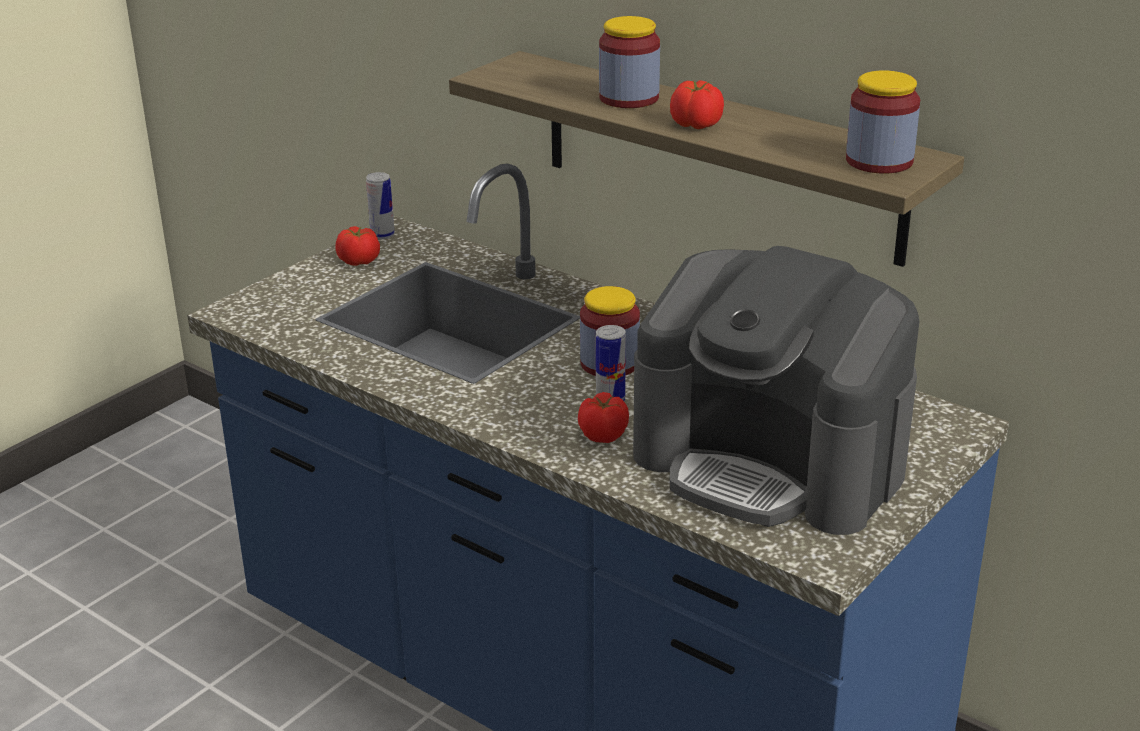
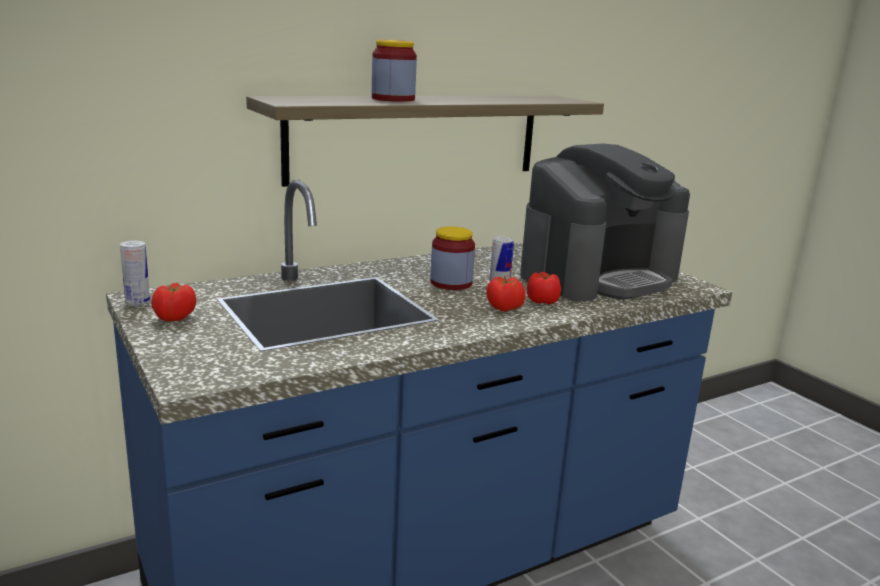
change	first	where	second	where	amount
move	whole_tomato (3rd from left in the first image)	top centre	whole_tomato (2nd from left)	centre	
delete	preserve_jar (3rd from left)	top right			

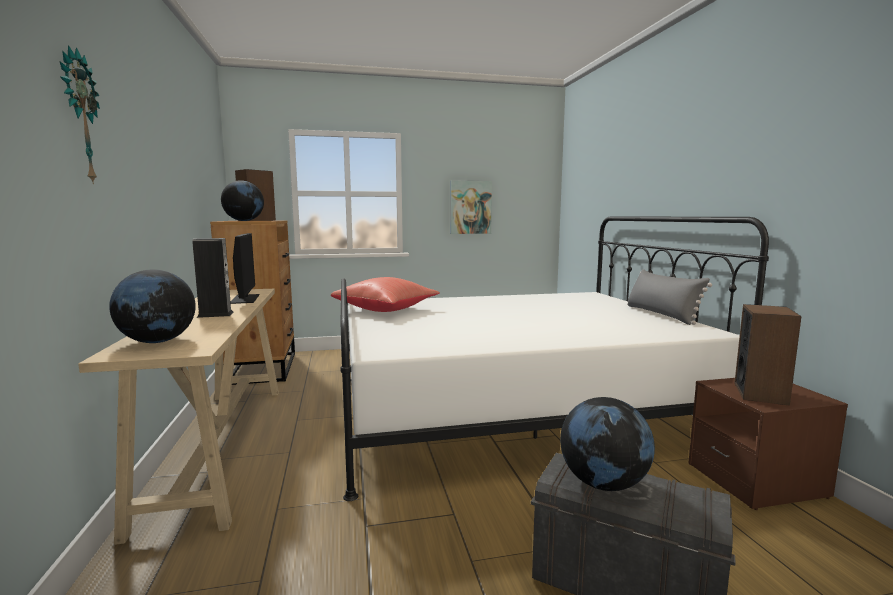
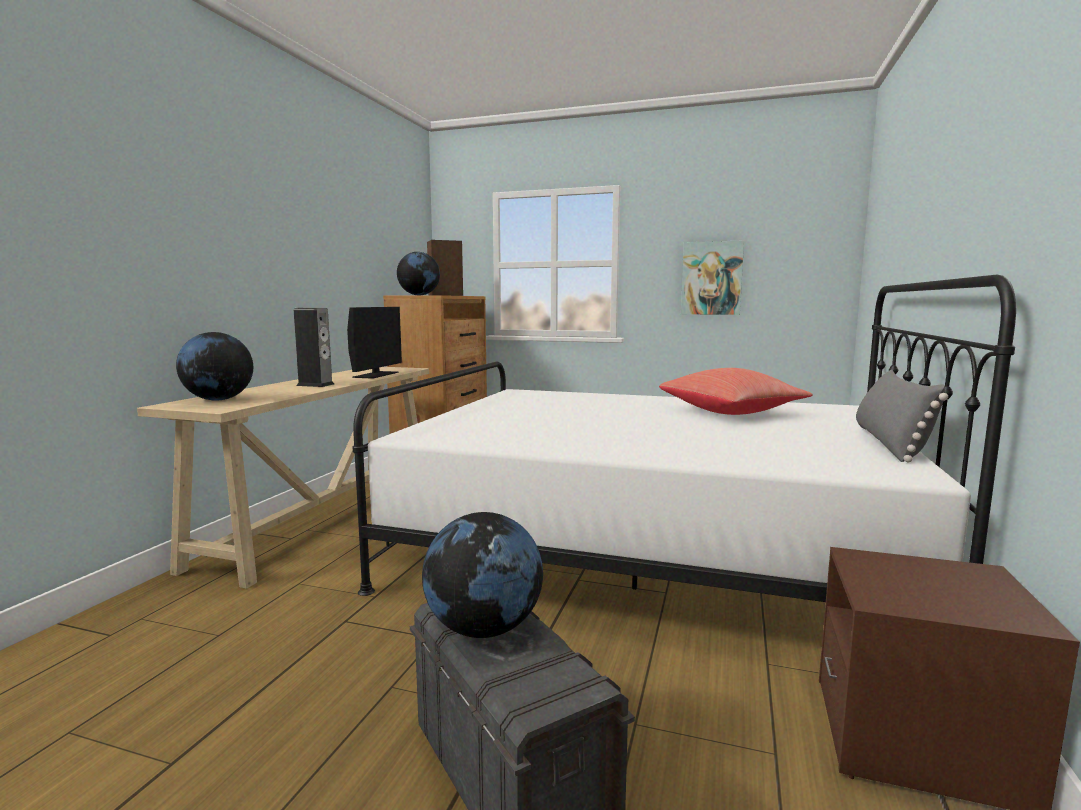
change	first	where	second	where	amount
delete	hanging_clock	top left			
move	red_throw_pillow	centre		middle right	
delete	loudspeaker (3rd from left)	middle right			

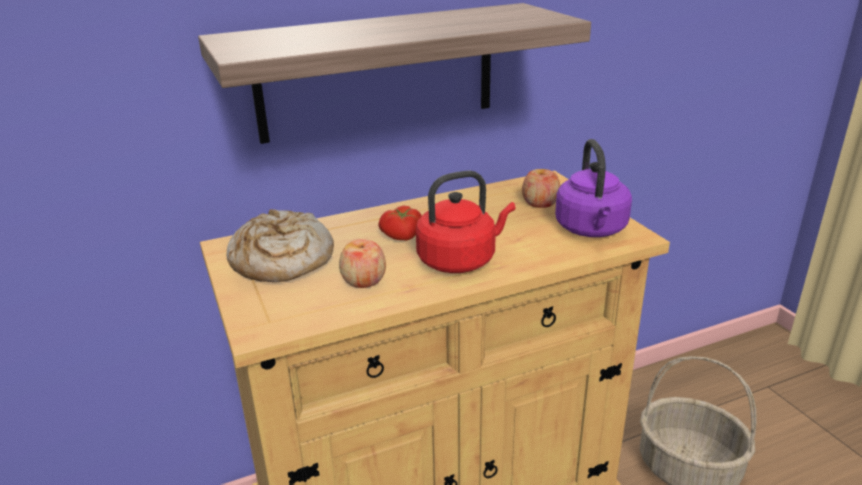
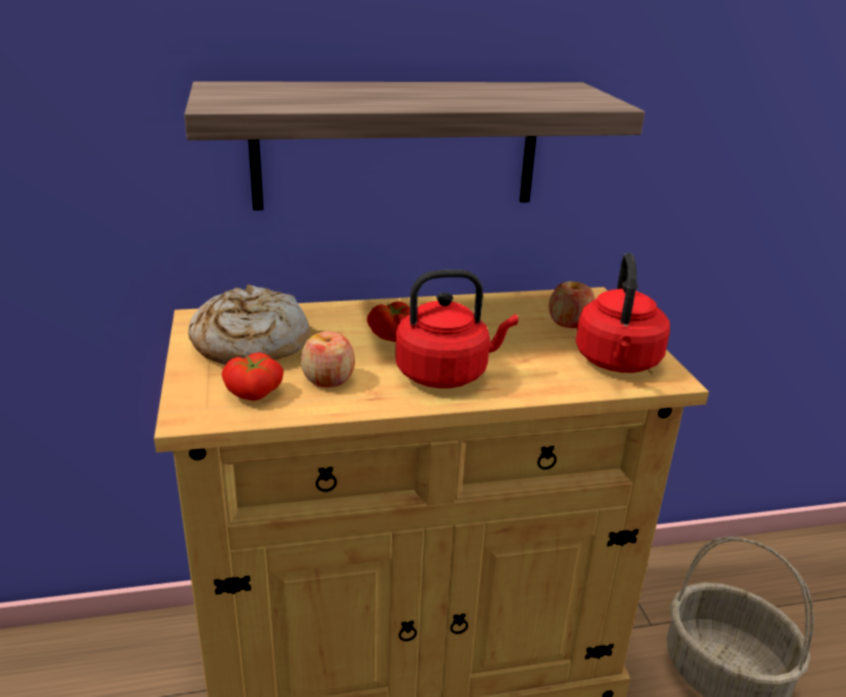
change	first	where	second	where	amount
recolor	purple-coloured_tea_kettle	middle right	red_tea_kettle (2nd from left)	middle right	
insert			whole_tomato (1st from left)	middle left	

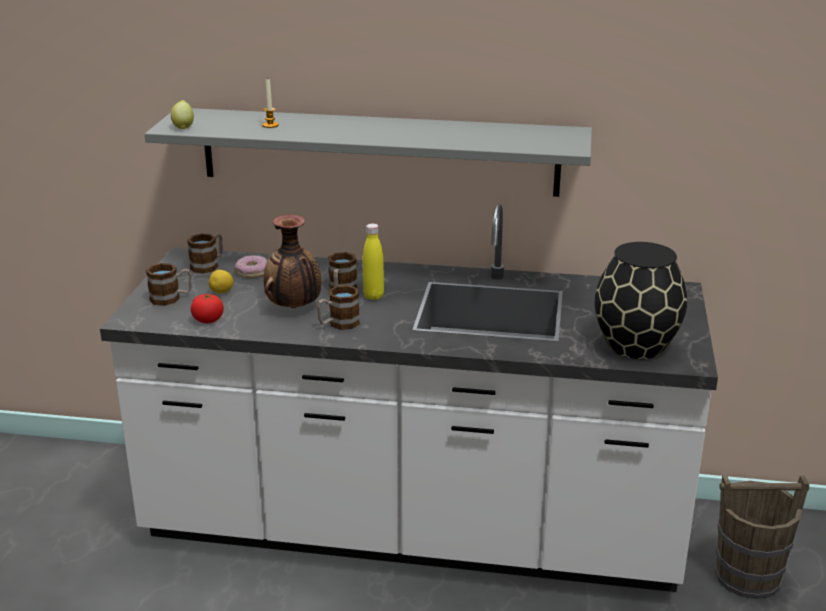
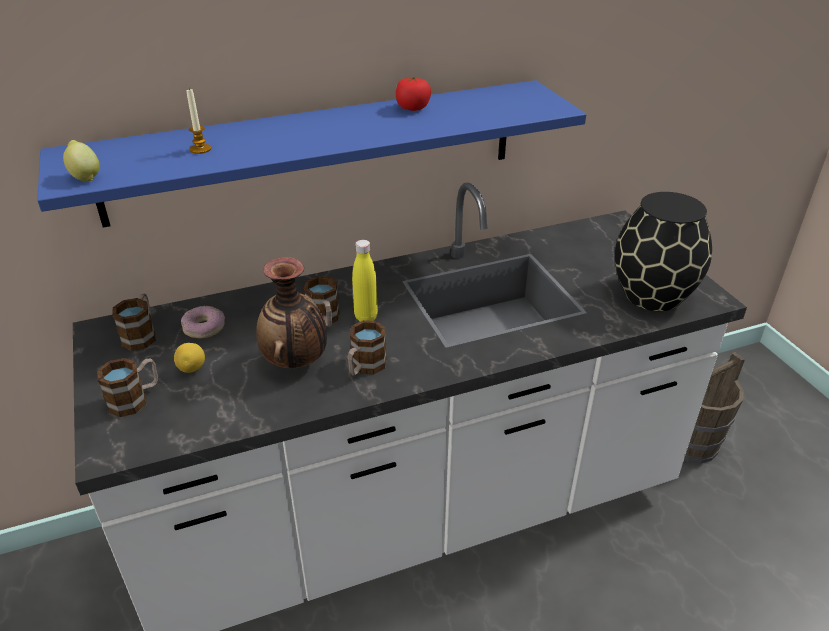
change	first	where	second	where	amount
recolor	grey_wall_shelf	top centre	blue_wall_shelf	top centre	
move	whole_tomato	middle left		top centre	

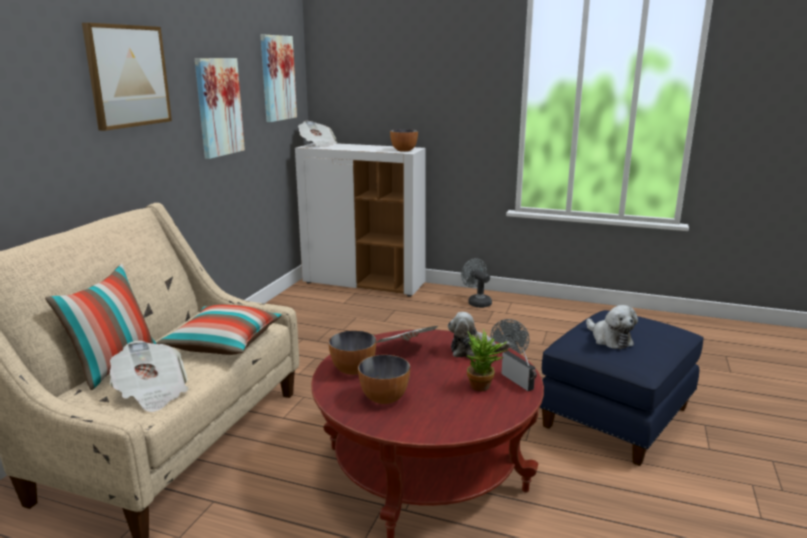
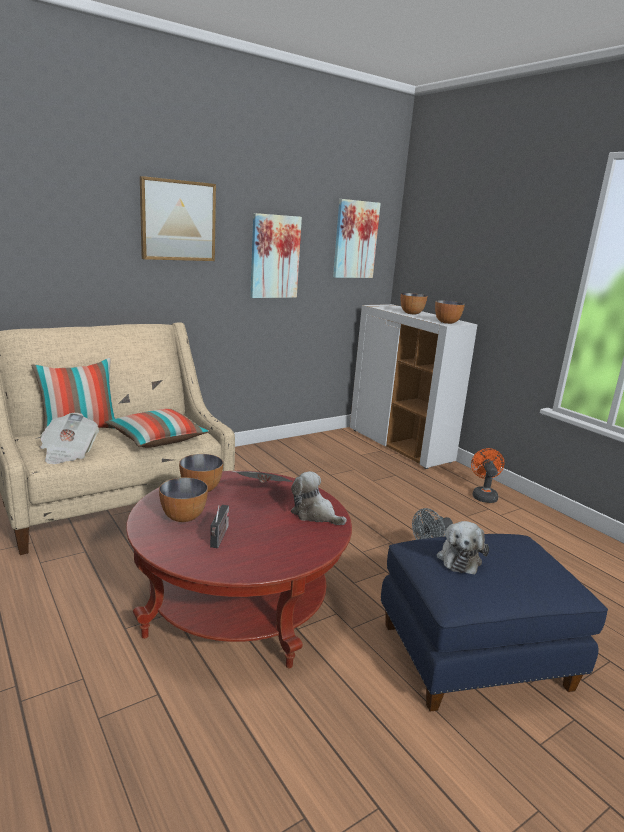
change	first	where	second	where	amount
delete	newspaper (2nd from left)	top centre			
recolor	grey_cooling_fan (1st from left)	centre	orangey_cooling_fan	middle right	
delete	potted_plant	bottom centre			
move	radio	bottom centre		centre	
insert			bowl (3rd from left)	centre	

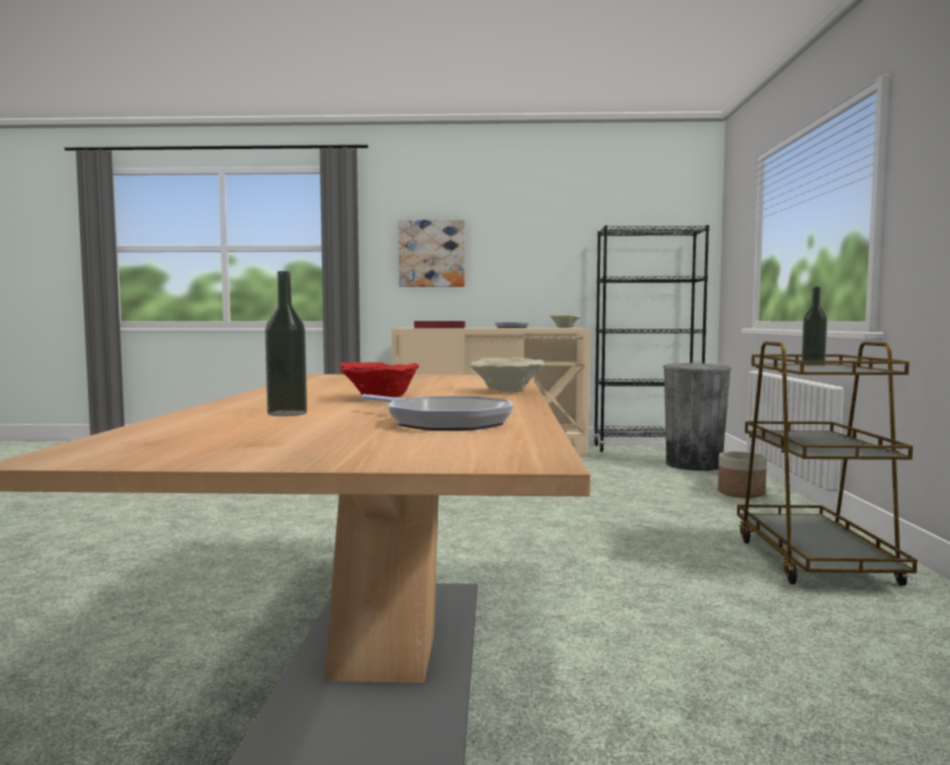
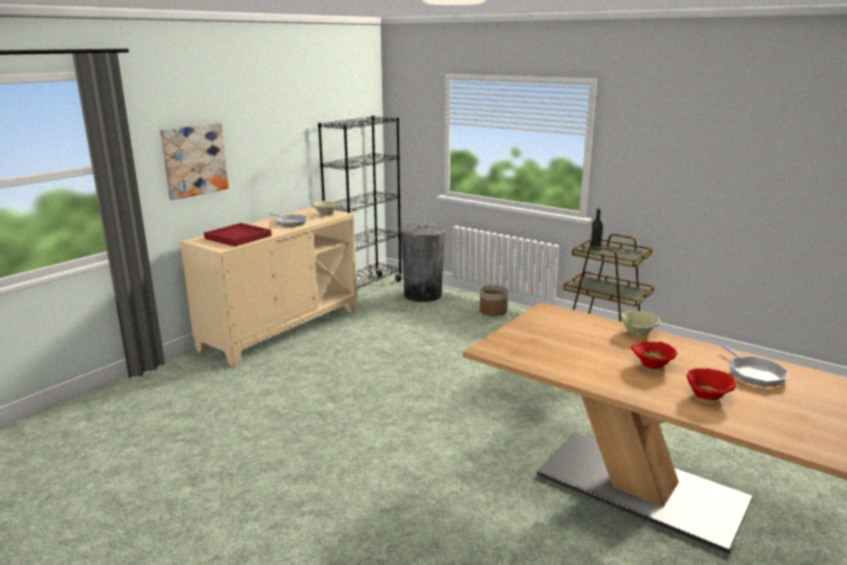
change	first	where	second	where	amount
replace	drink_bottle (1st from left)	middle left	red_bowl (2nd from left)	bottom right	
rotate	frying_pan (1st from left in the first image)	centre	frying_pan (2nd from left)	middle right	90 degrees clockwise

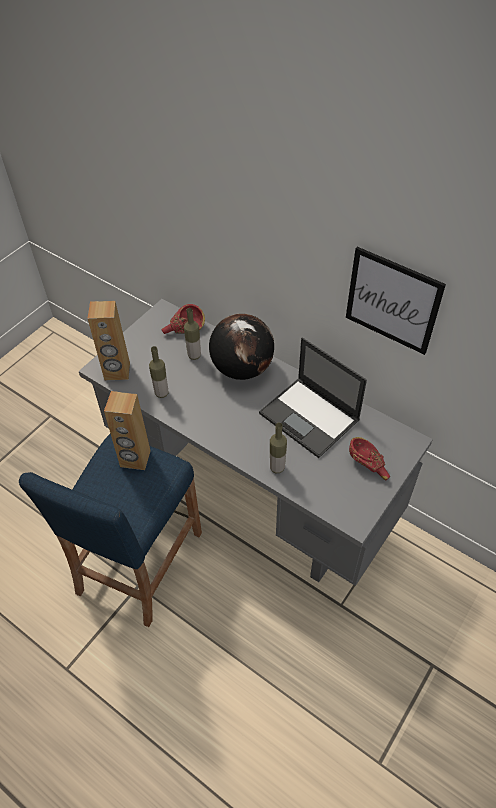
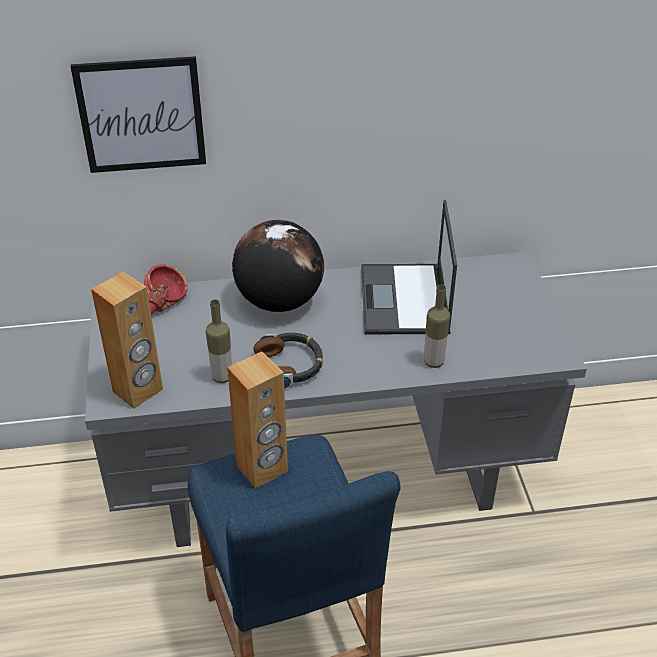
change	first	where	second	where	amount
delete	drink_bottle (2nd from left)	centre			
rotate	laptop	centre		centre	90 degrees clockwise
move	wall_art	middle right		top left	
delete	red_bowl (2nd from left)	middle right			
insert			pair_of_headphones	centre	

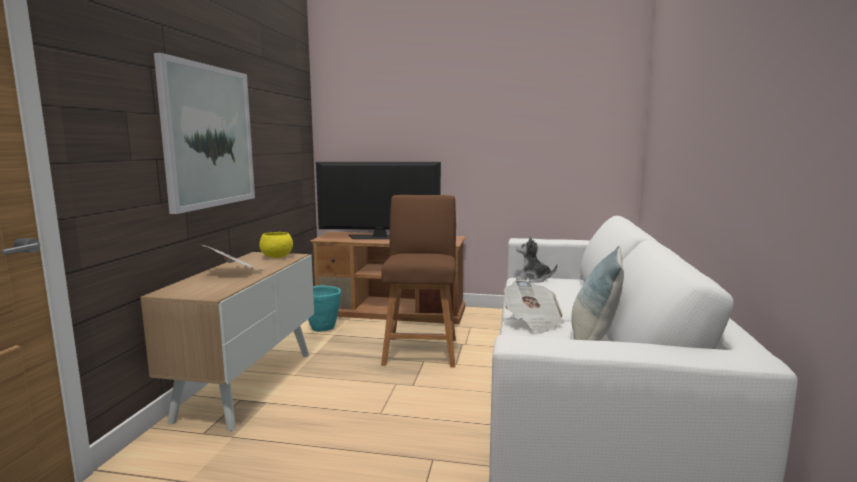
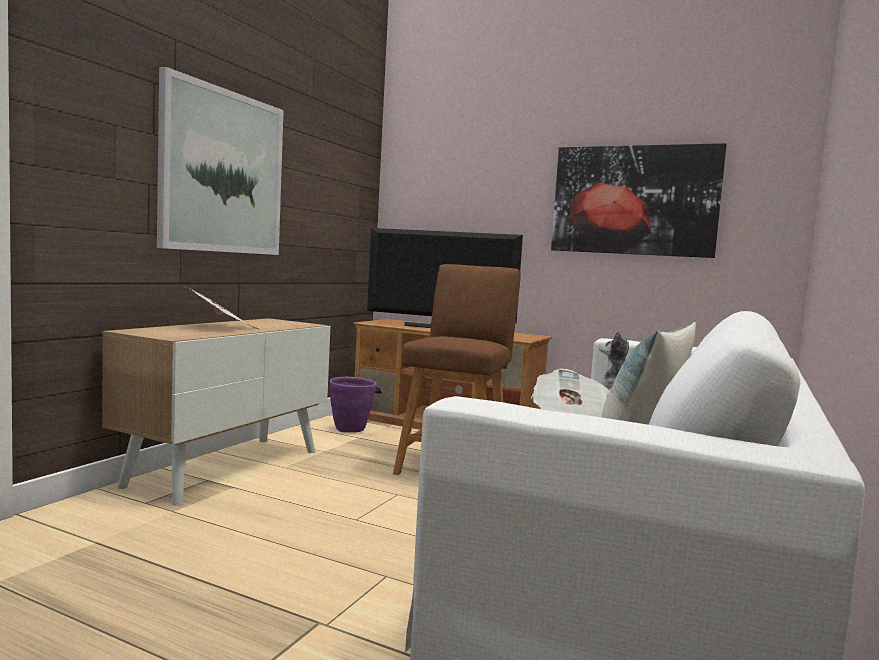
change	first	where	second	where	amount
delete	yellowish_bowl	middle left			
recolor	turquoise_flower_pot	centre	purple-coloured_flower_pot	centre	
insert			wall_art (2nd from left)	top right	

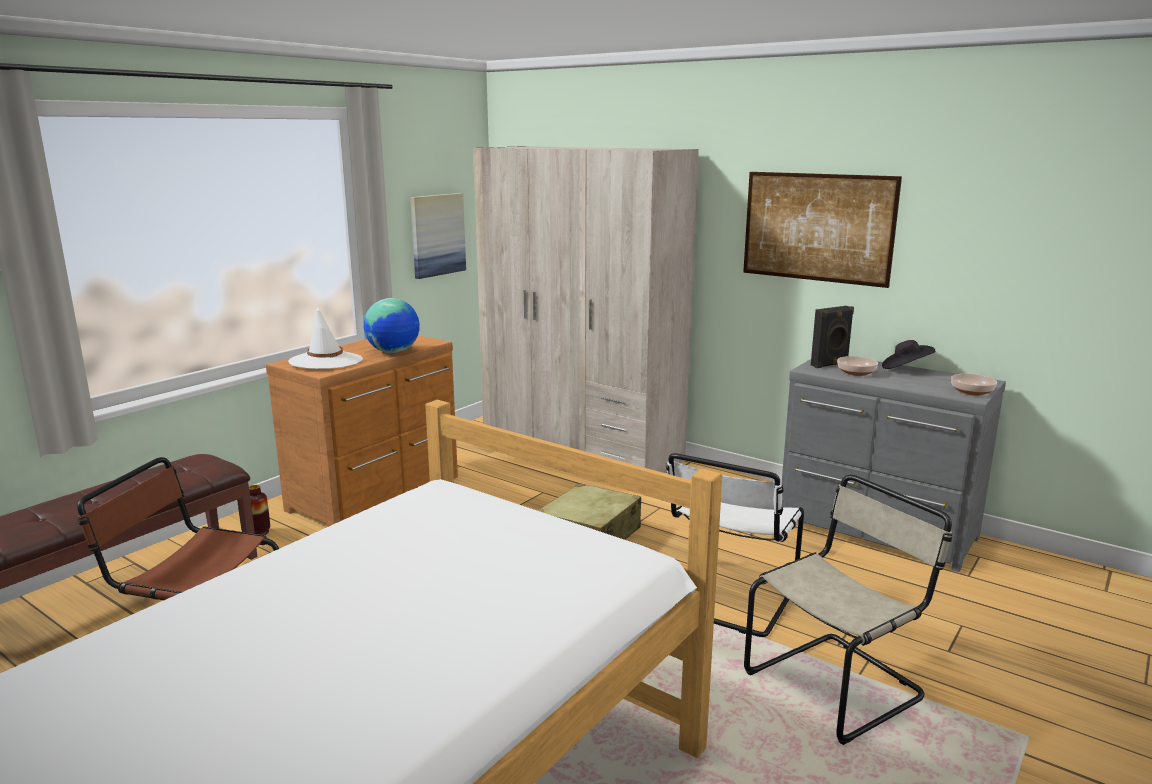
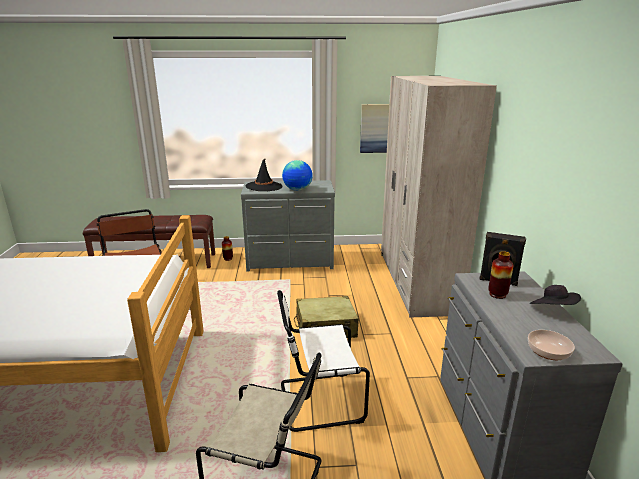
change	first	where	second	where	amount
recolor	brown-coloured_drawer_chest	middle left	grey_drawer_chest (1st from left)	centre	
recolor	whitish_wearable_hat	middle left	blackish_wearable_hat (1st from left)	centre	
delete	wall_art (2nd from left)	top right			
replace	bowl (1st from left)	middle right	flower_vase (2nd from left)	middle right	

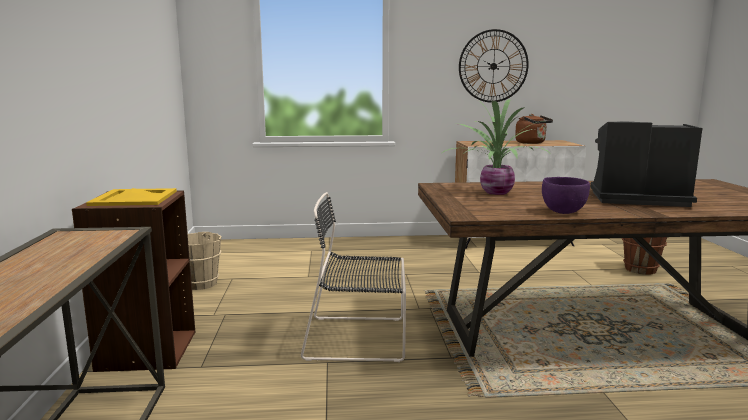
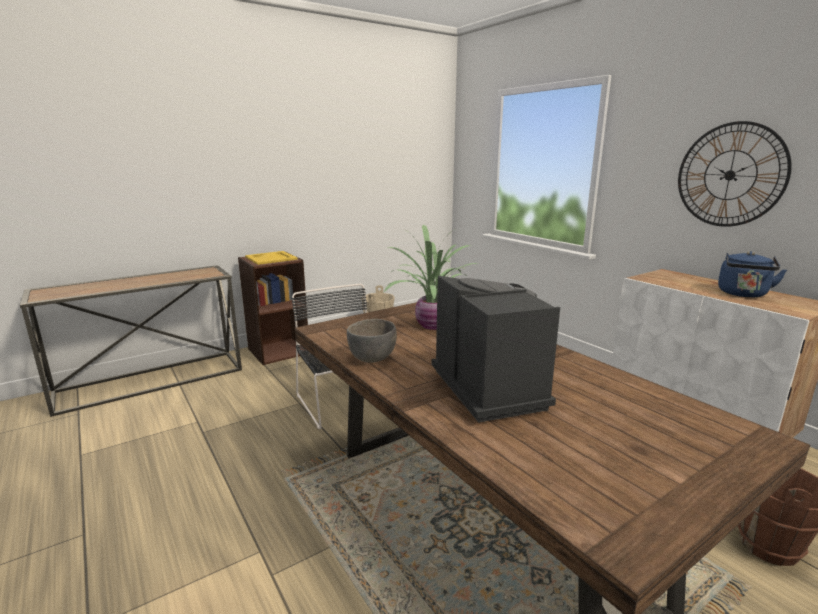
change	first	where	second	where	amount
recolor	brown-coloured_tea_kettle	top right	blue_tea_kettle	middle right	
recolor	purple-coloured_bowl	middle right	grey_bowl	centre	

